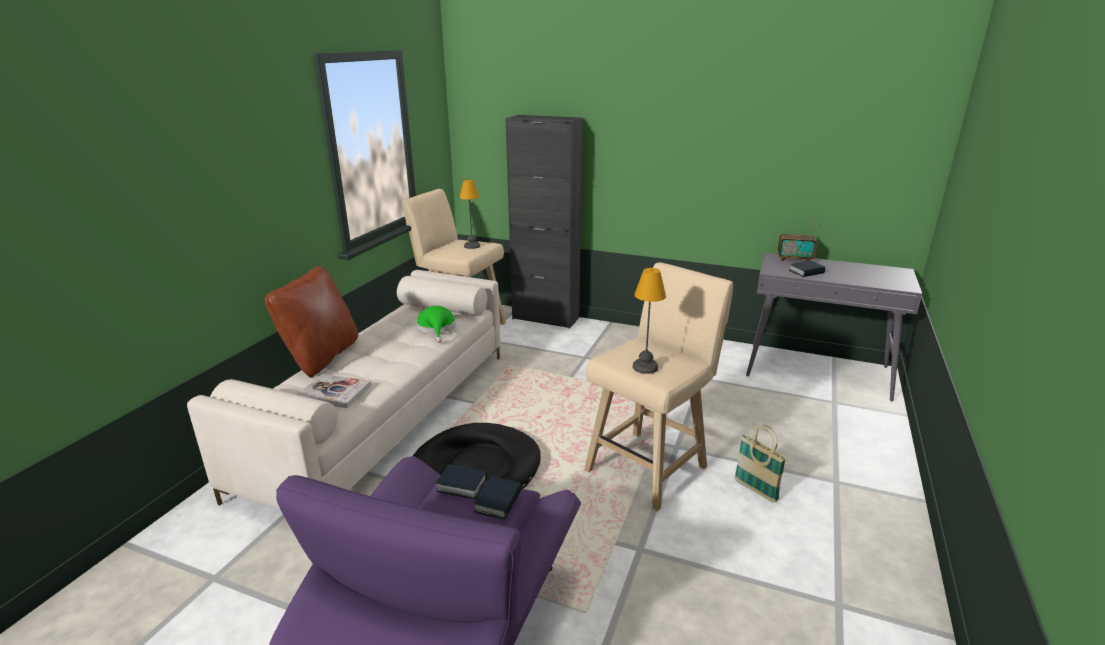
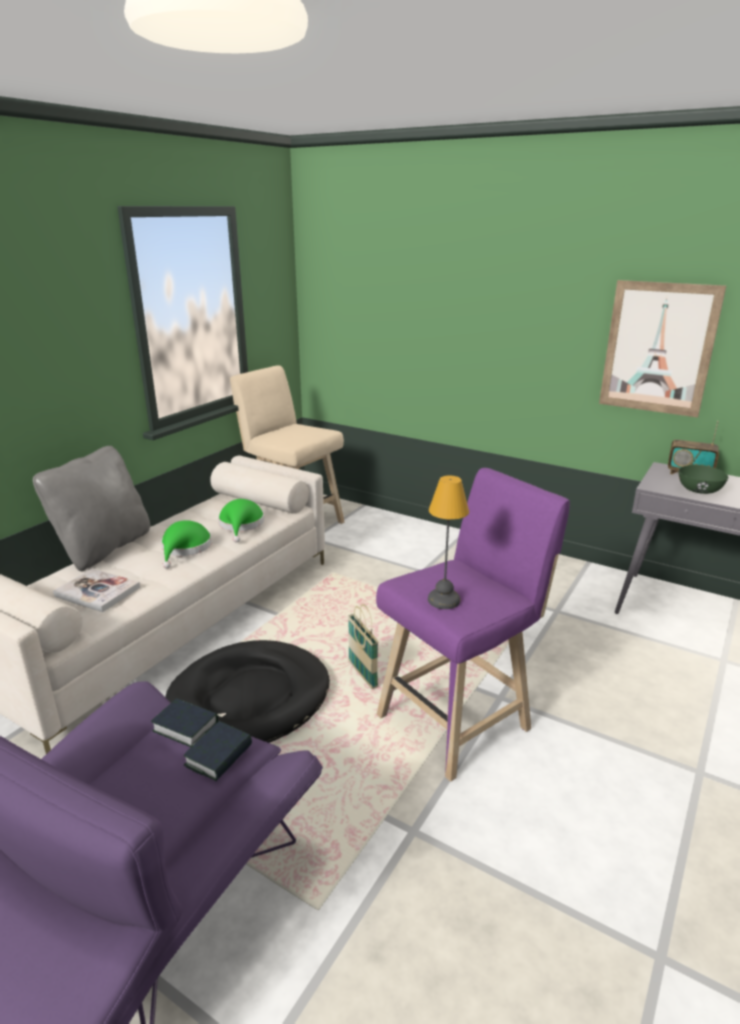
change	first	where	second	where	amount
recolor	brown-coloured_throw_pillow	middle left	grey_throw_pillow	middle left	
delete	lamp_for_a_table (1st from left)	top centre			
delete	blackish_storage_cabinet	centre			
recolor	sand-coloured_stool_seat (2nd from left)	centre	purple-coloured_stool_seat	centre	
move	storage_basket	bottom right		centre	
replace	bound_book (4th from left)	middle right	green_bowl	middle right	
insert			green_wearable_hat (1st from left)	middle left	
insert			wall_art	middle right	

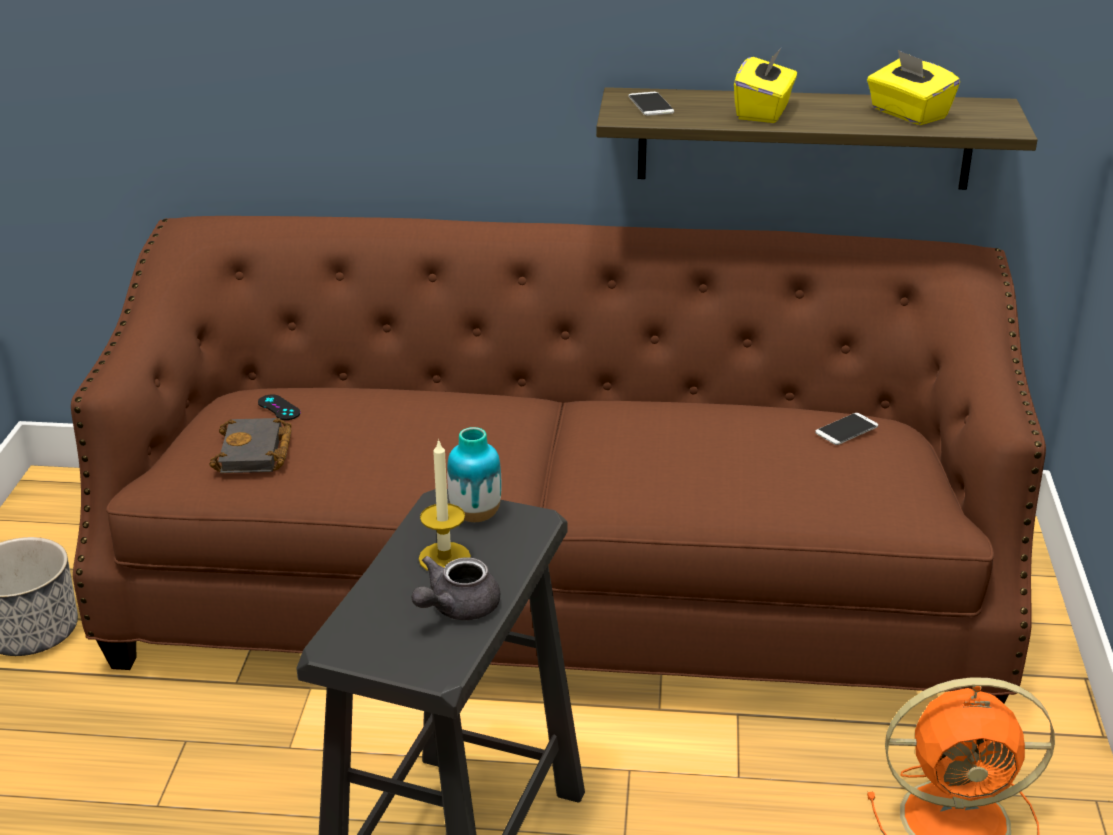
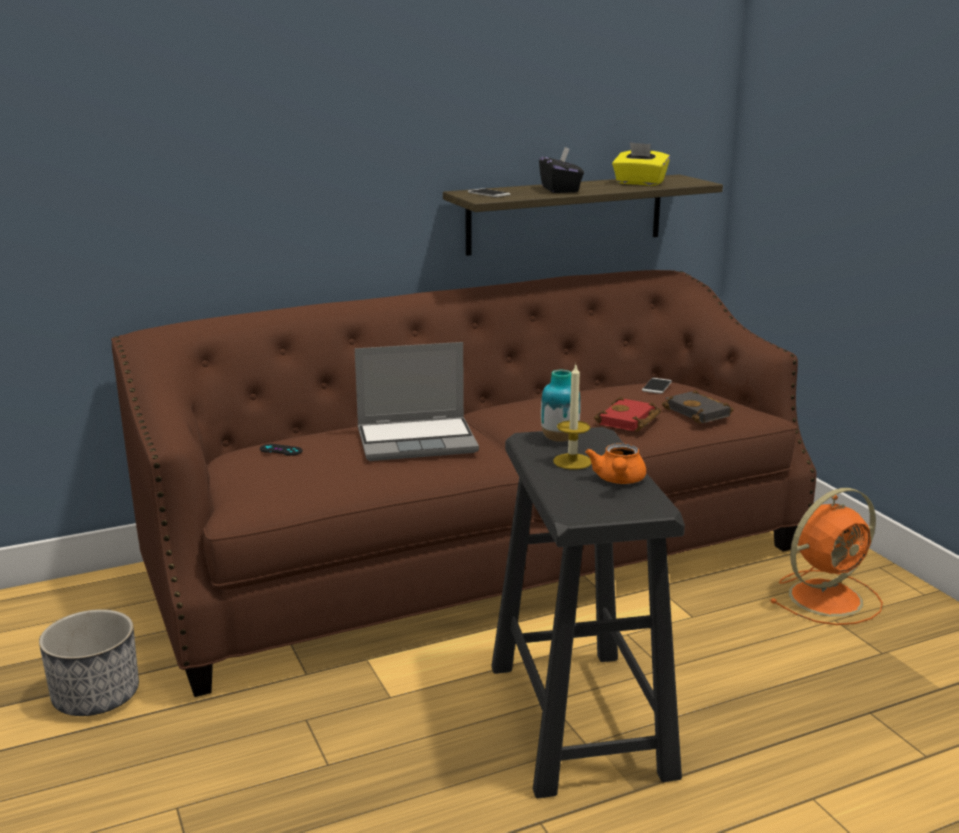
change	first	where	second	where	amount
move	blackish_bound_book	middle left		middle right	
recolor	grey_tea_pot	bottom centre	orangey_tea_pot	centre	
recolor	yellowish_tissue_box (1st from left)	top right	blackish_tissue_box	top centre	
insert			laptop	centre	
insert			red_bound_book	centre	

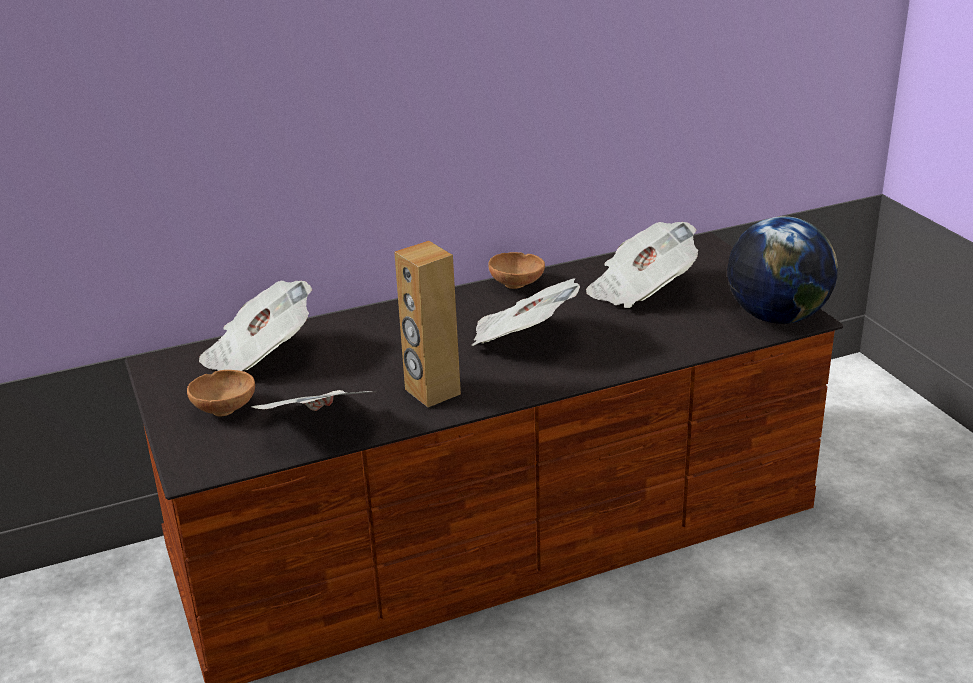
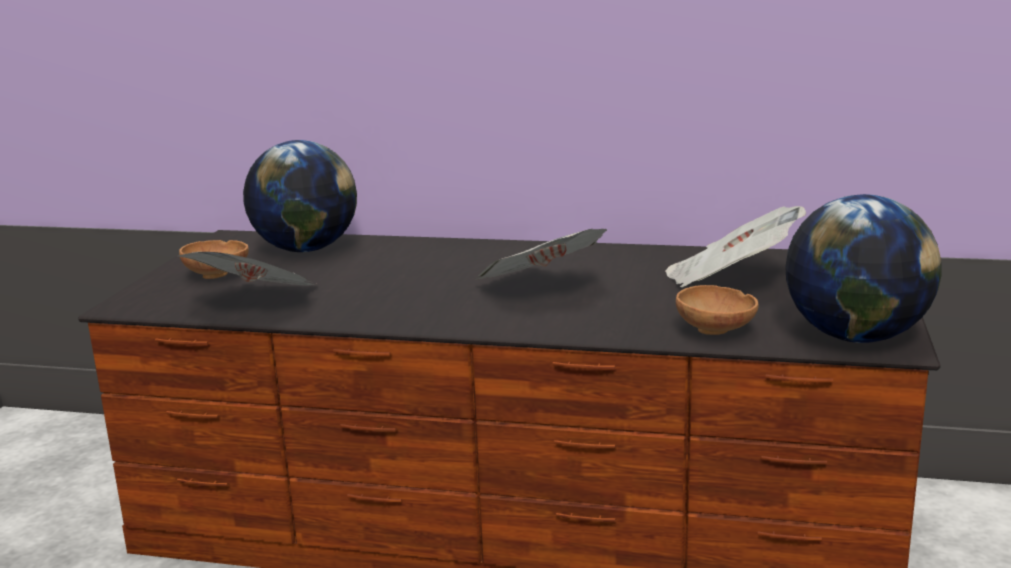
change	first	where	second	where	amount
replace	newspaper (1st from left)	middle left	world_globe (1st from left)	middle left	
delete	brown-coloured_loudspeaker	centre			
move	brown-coloured_bowl (2nd from left)	centre		middle right	

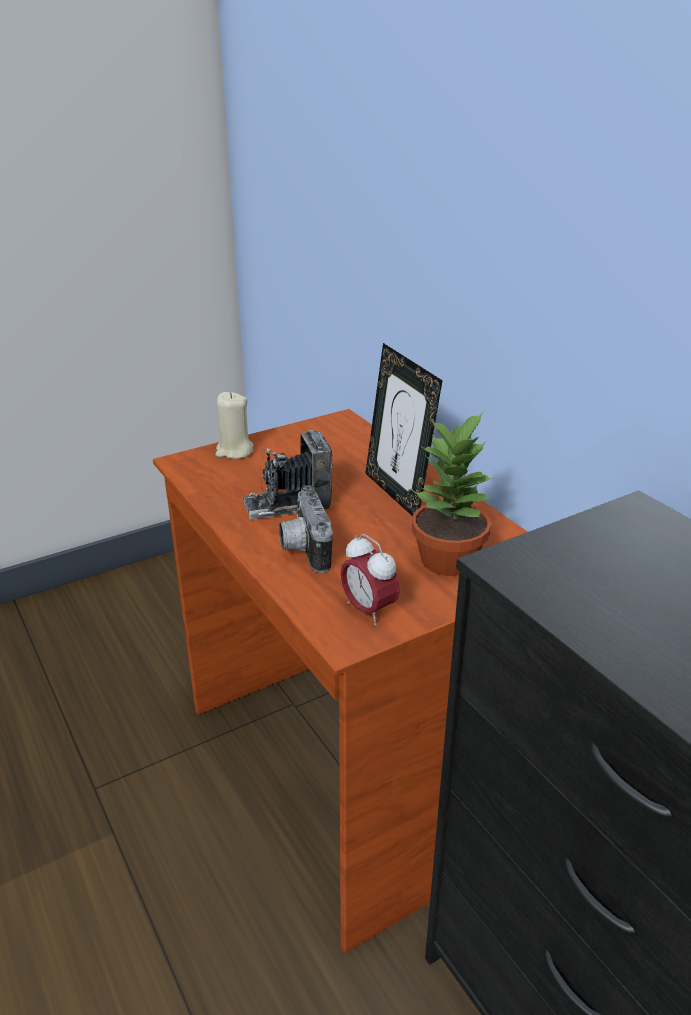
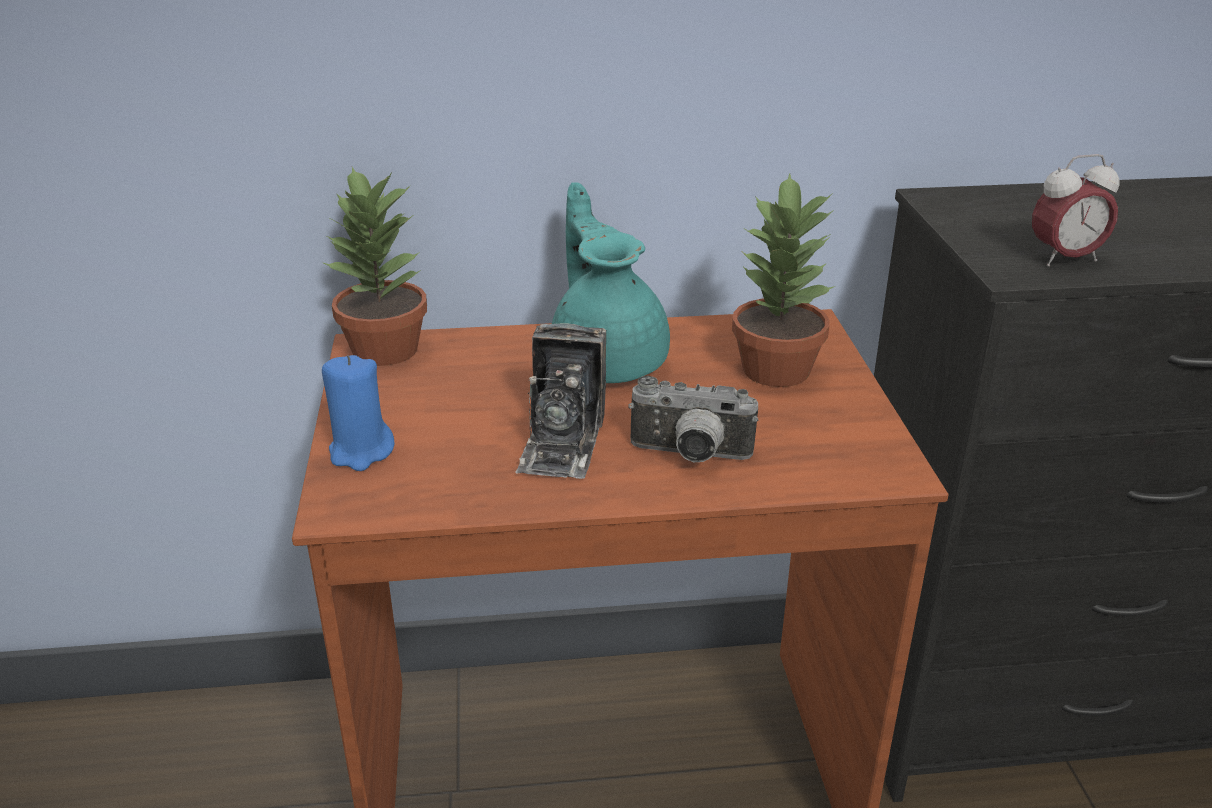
change	first	where	second	where	amount
recolor	sand-coloured_wax_light	centre	blue_wax_light	middle left	
move	bedside_clock	centre		top right	
replace	picture_frame	centre	turquoise_tea_pot	centre	
insert			potted_plant (1st from left)	top left	

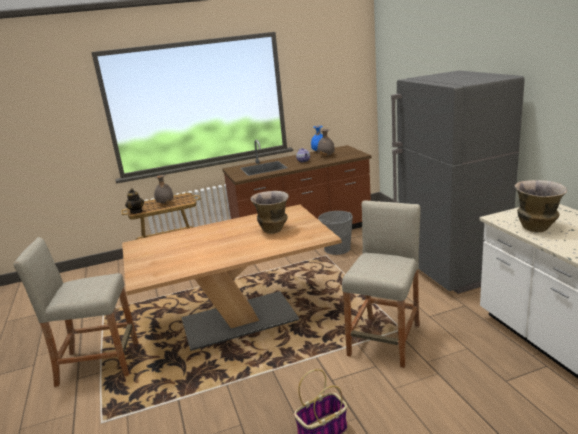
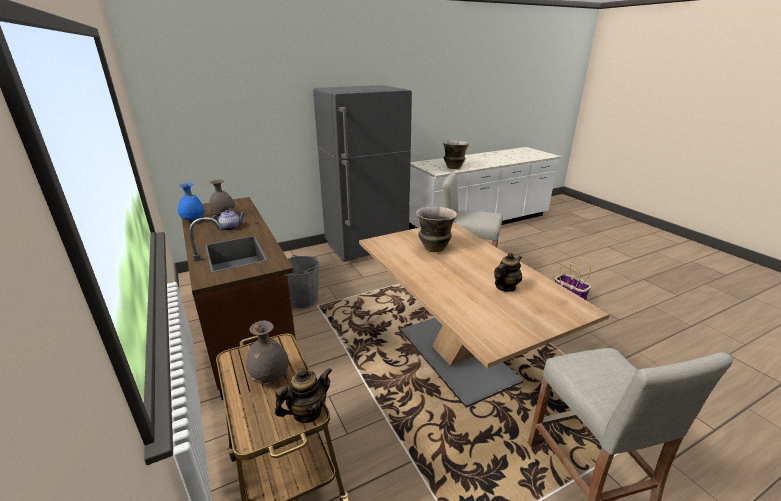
change	first	where	second	where	amount
insert			tea_pot (3rd from left)	centre	

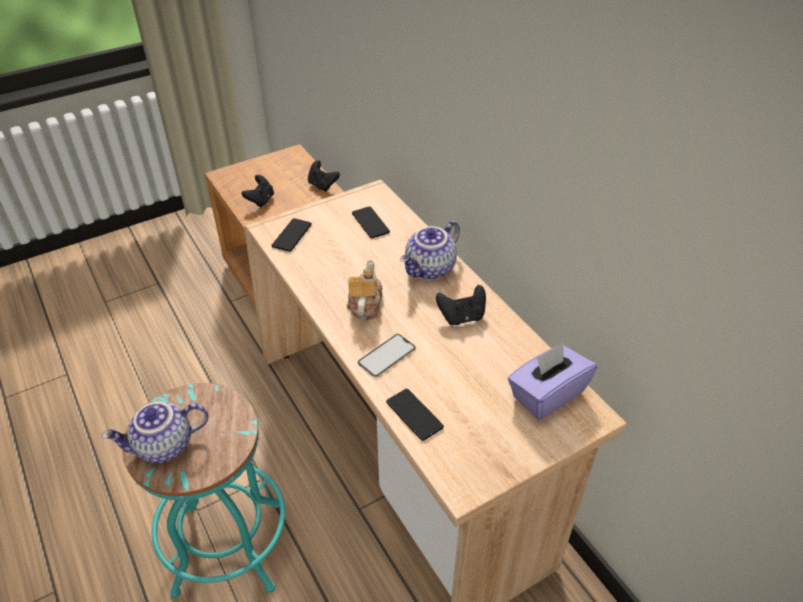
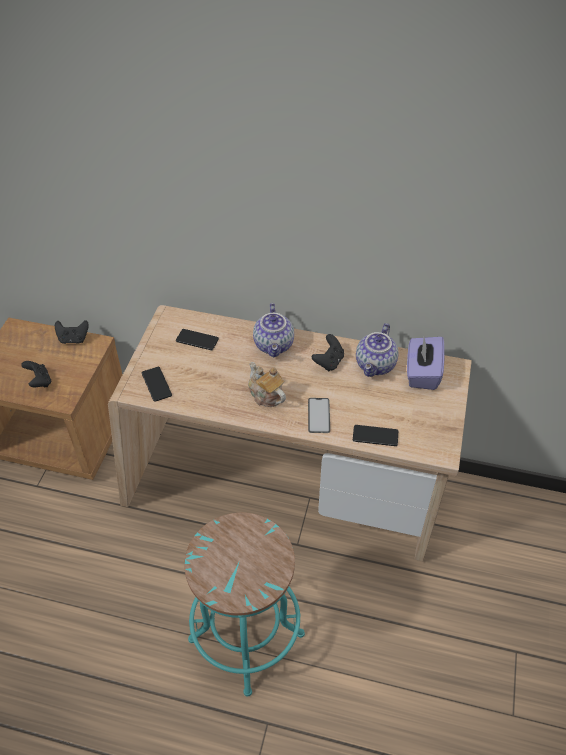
change	first	where	second	where	amount
move	tea_pot (1st from left in the first image)	bottom left	tea_pot (3rd from left)	centre	

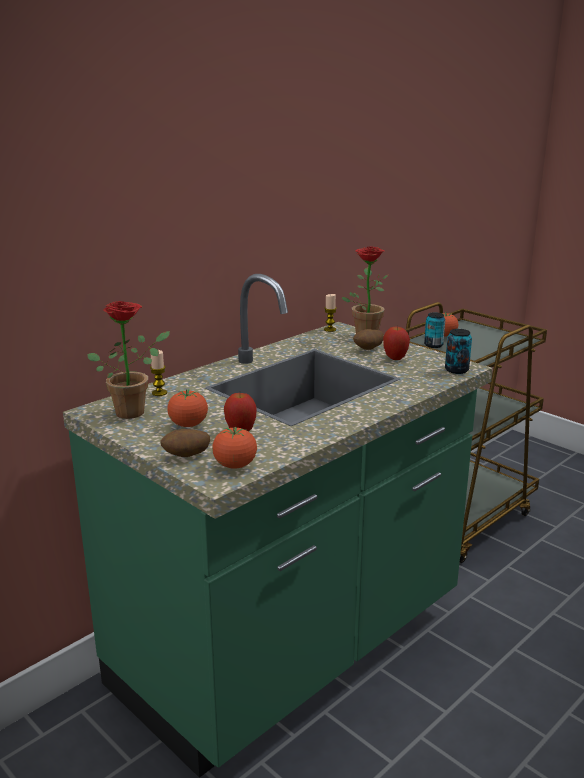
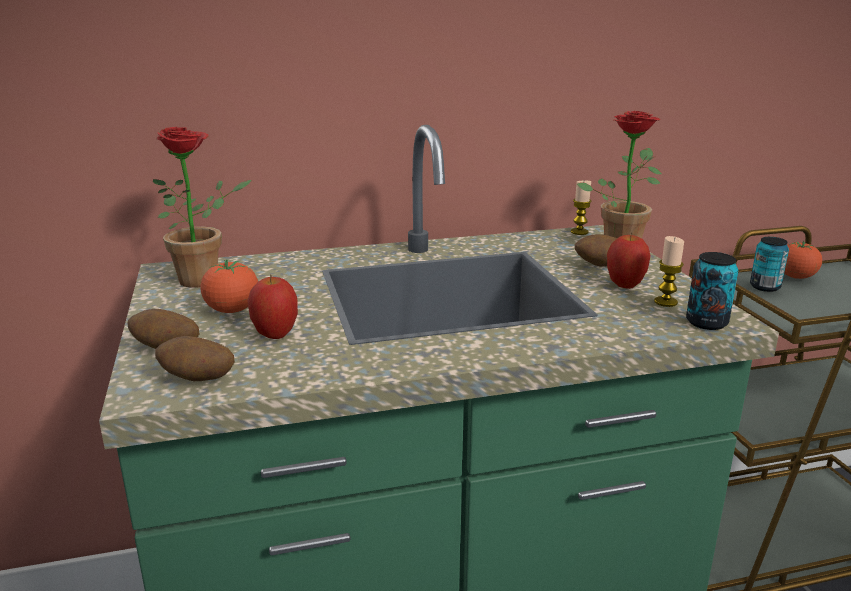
change	first	where	second	where	amount
move	wax_light (1st from left in the first image)	middle left	wax_light (2nd from left)	middle right	
replace	whole_tomato (2nd from left)	centre	potato (2nd from left)	middle left	

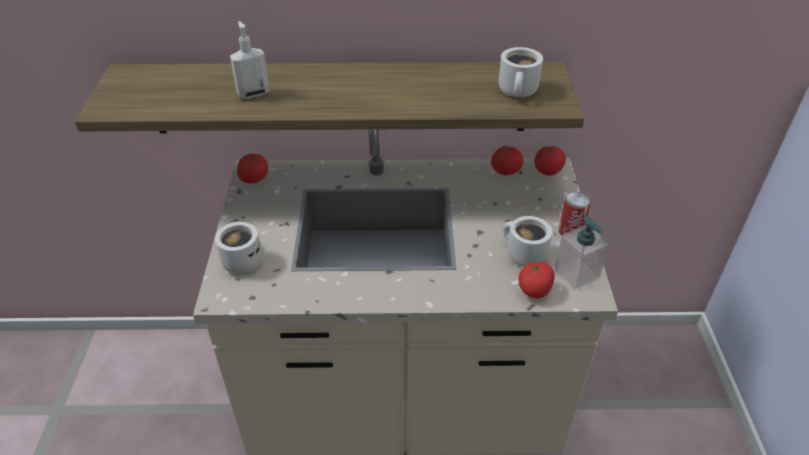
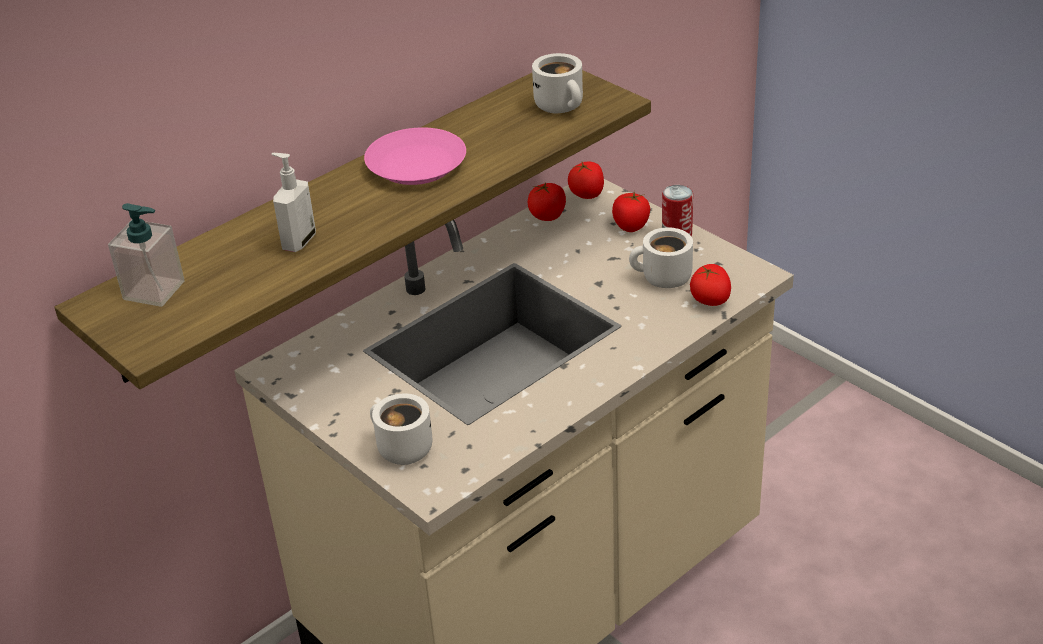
change	first	where	second	where	amount
move	whole_tomato (1st from left in the first image)	middle left	whole_tomato (3rd from left)	top centre	
move	soap_bottle (2nd from left in the first image)	middle right	soap_bottle (1st from left)	middle left	
insert			pinkish_dinner_plate	top centre	

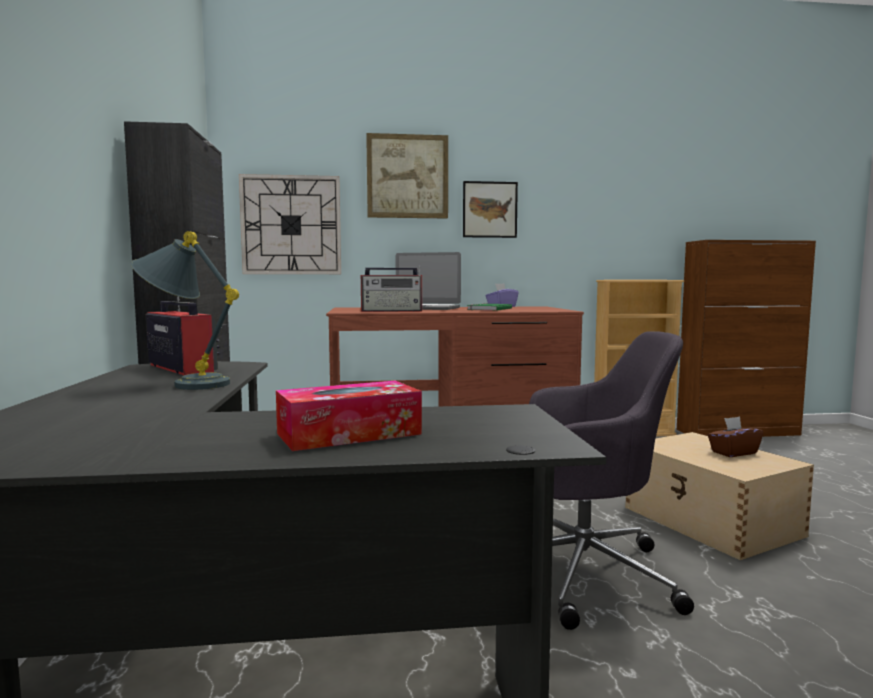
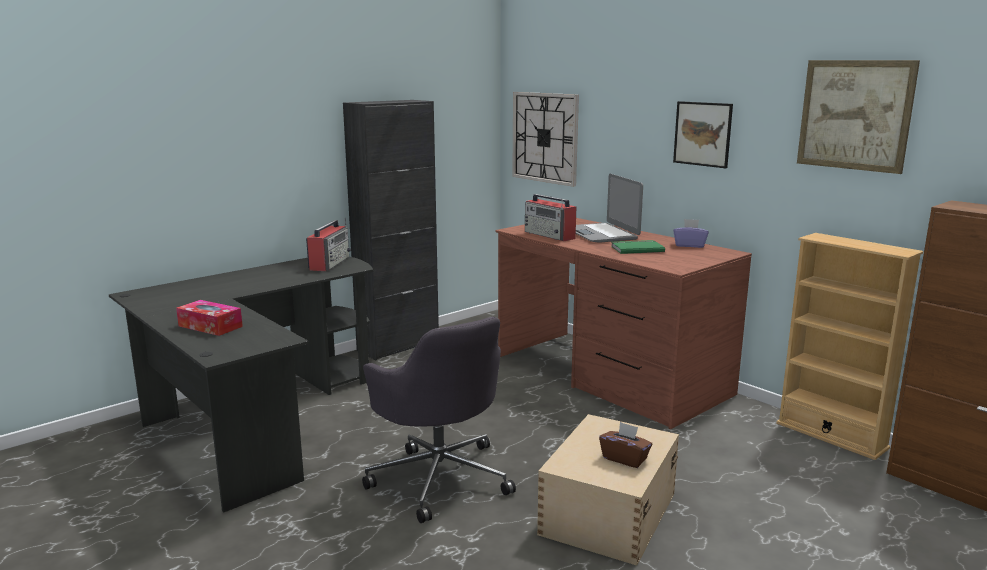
change	first	where	second	where	amount
delete	grey_lamp_for_a_table	middle left			
move	wall_art (1st from left in the first image)	top centre	wall_art (2nd from left)	top right	

